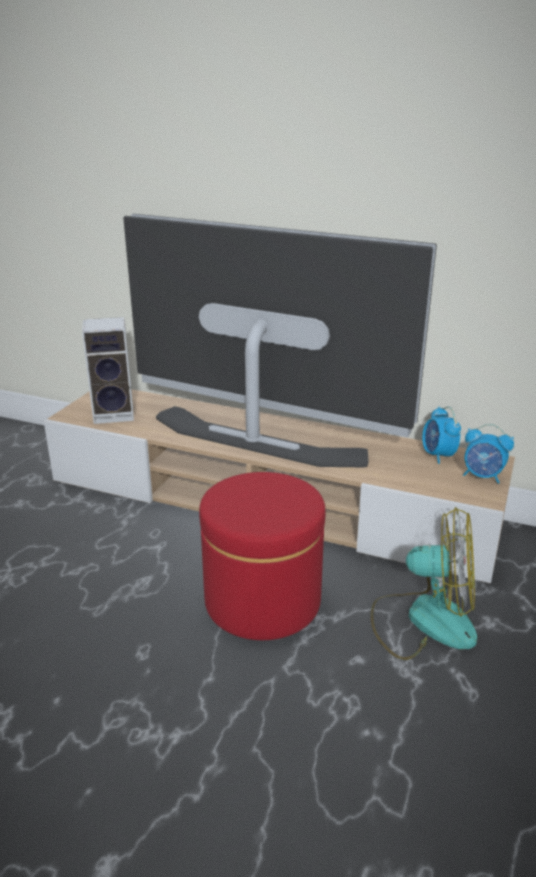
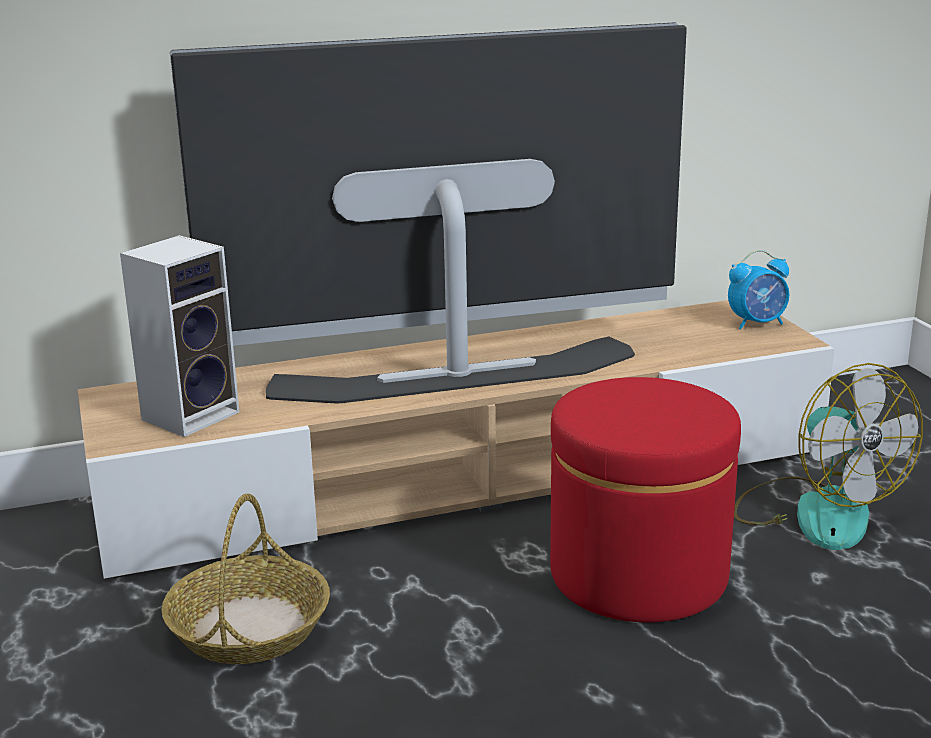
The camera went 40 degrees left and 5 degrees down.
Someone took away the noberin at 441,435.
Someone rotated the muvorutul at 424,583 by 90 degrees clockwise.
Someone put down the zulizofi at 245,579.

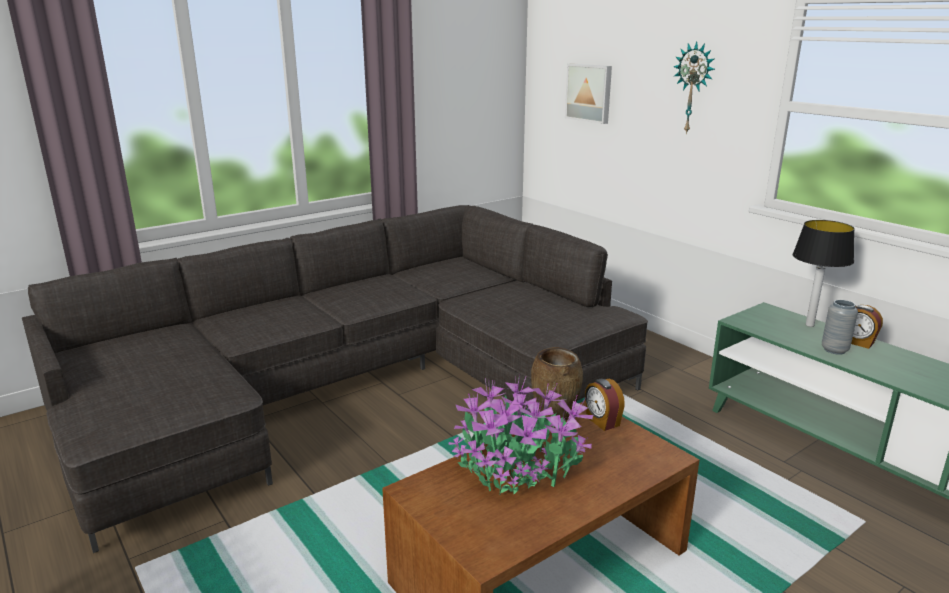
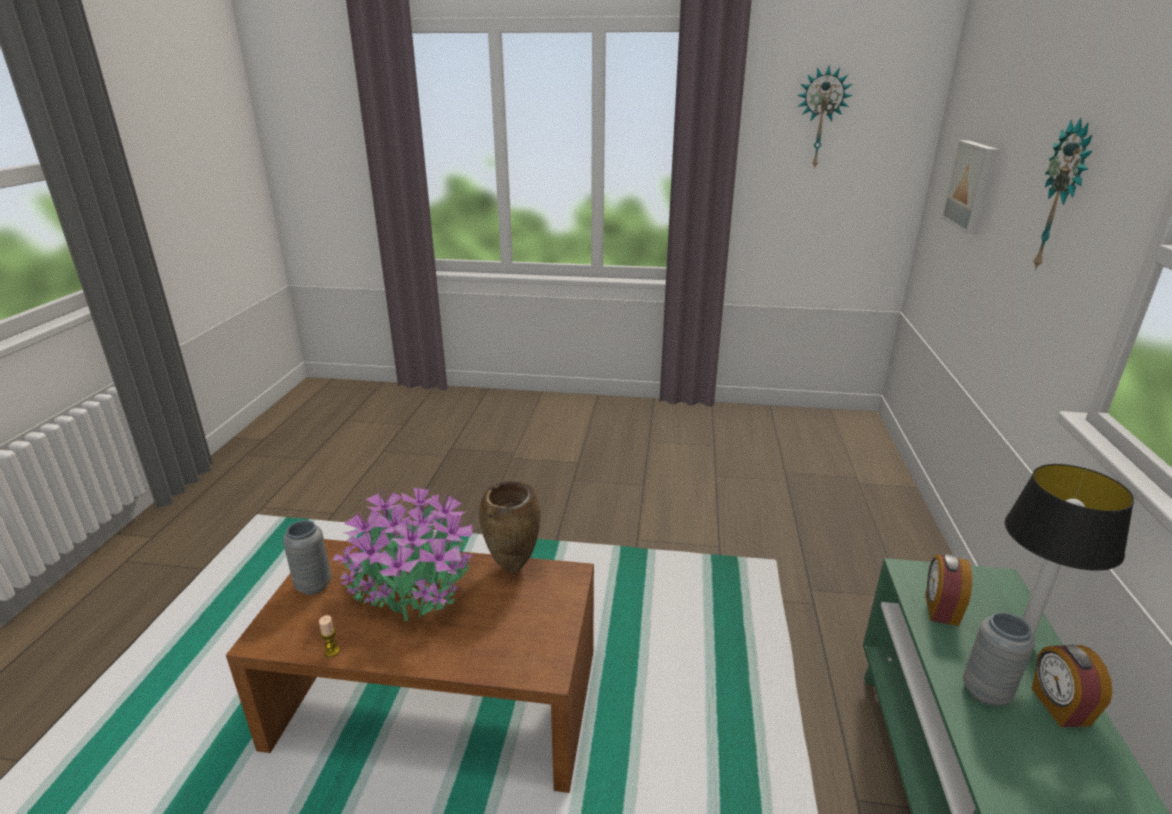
The camera went 45 degrees right and 5 degrees up.
Someone took away the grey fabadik at 335,379.
Someone carried the noberin from 605,405 to 948,590.
Someone put up the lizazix at 825,117.
Someone put down the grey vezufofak at 307,557.
Someone put down the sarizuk at 329,636.

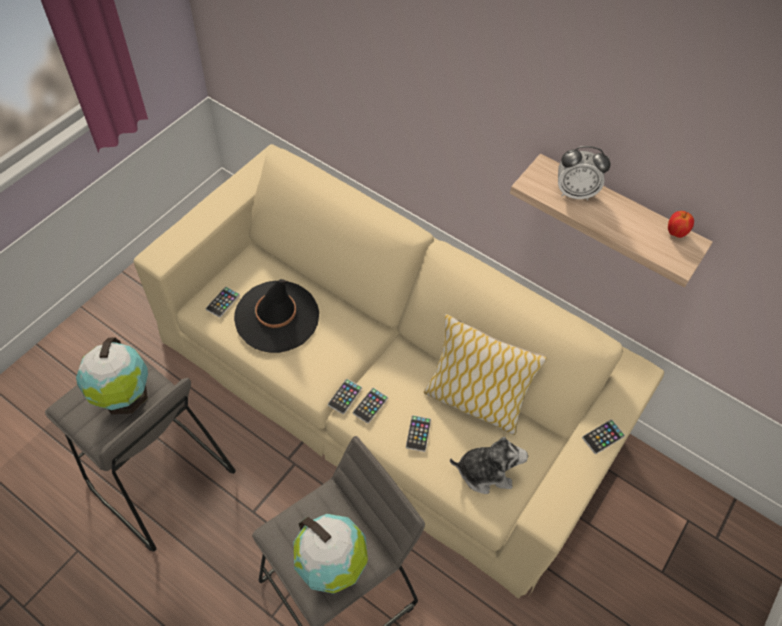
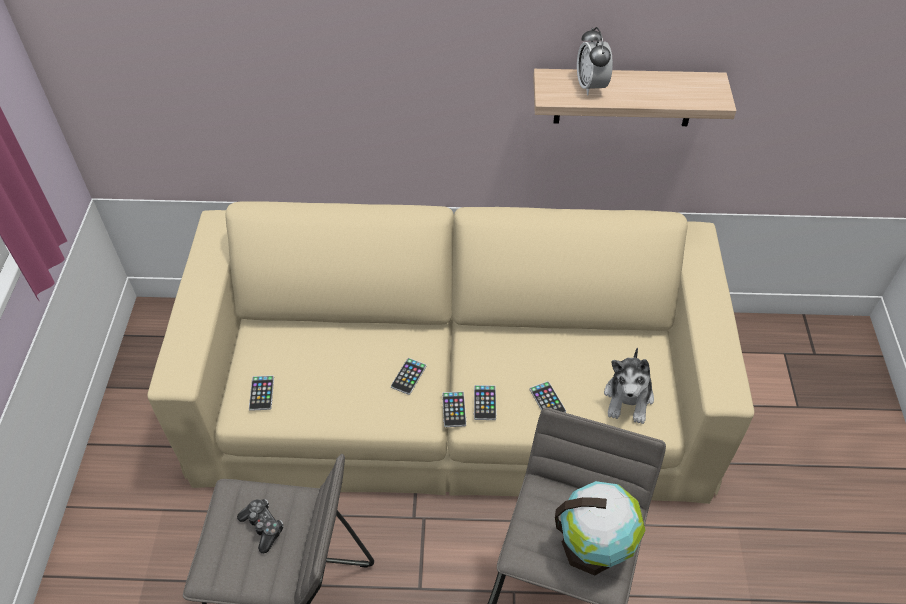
The camera went 30 degrees left and 5 degrees down.
Someone rotated the noberin at 584,173 by 105 degrees clockwise.
Someone took away the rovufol at 681,224.
Someone took away the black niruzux at 276,316.
Someone took away the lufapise at 485,374.
Someone swapped the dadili at 112,375 for the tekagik at 260,526.
Someone carried the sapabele from 603,436 to 409,376.
Someone rotated the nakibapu at 489,465 by 135 degrees clockwise.

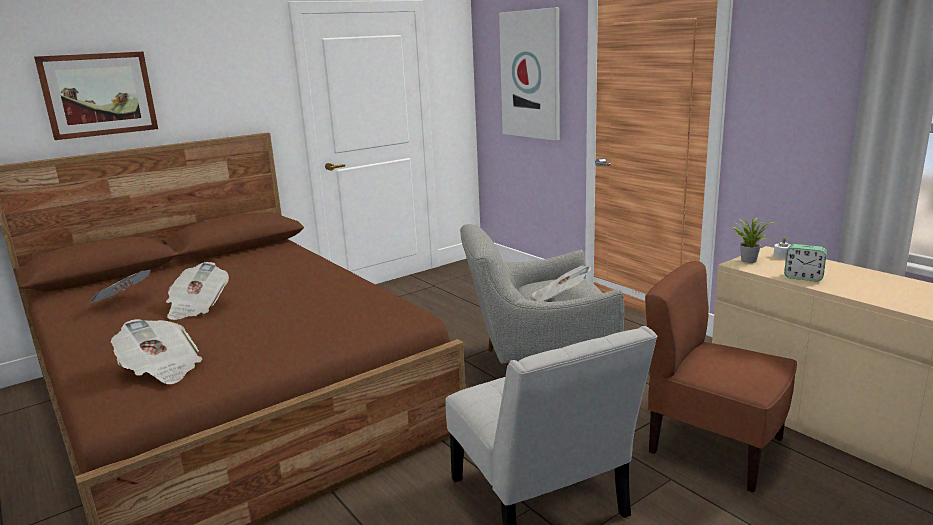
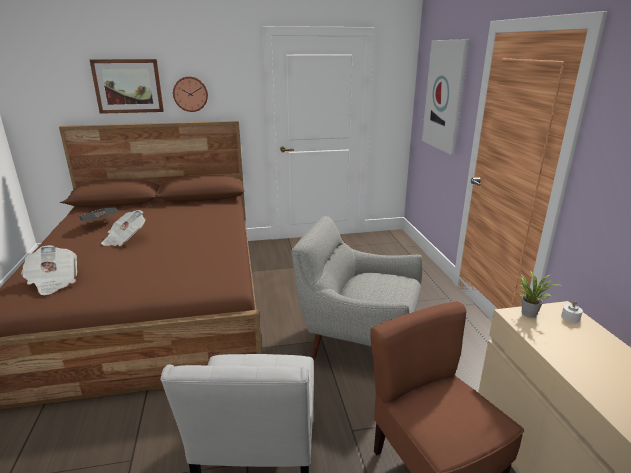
The camera went 25 degrees right and 5 degrees up.
Someone took away the noberin at 805,263.
Someone took away the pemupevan at 561,283.
Someone put up the lizazix at 190,94.

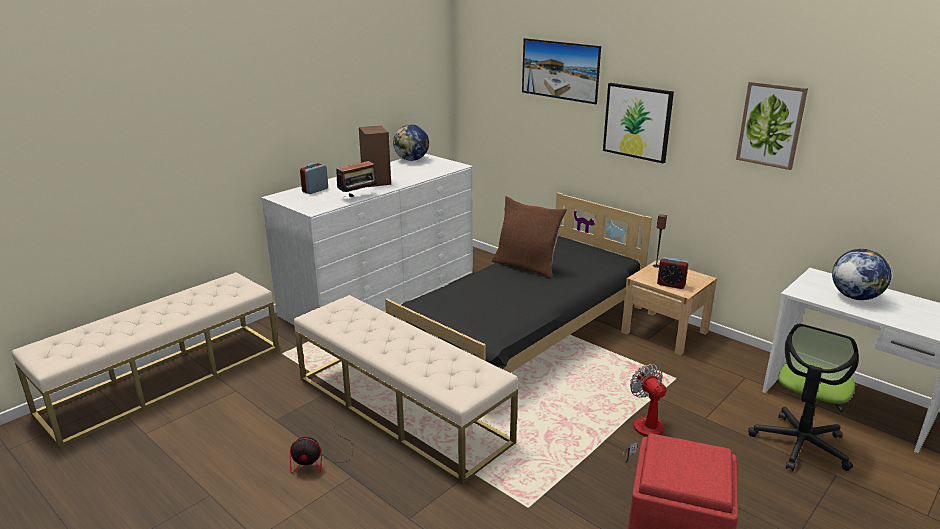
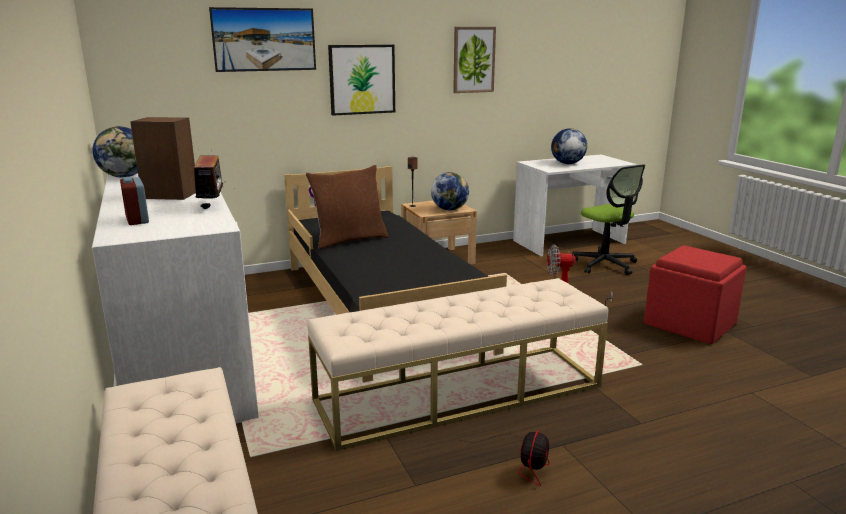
The camera went 65 degrees left and 5 degrees down.
Someone swapped the noberin at 673,273 for the dadili at 450,191.

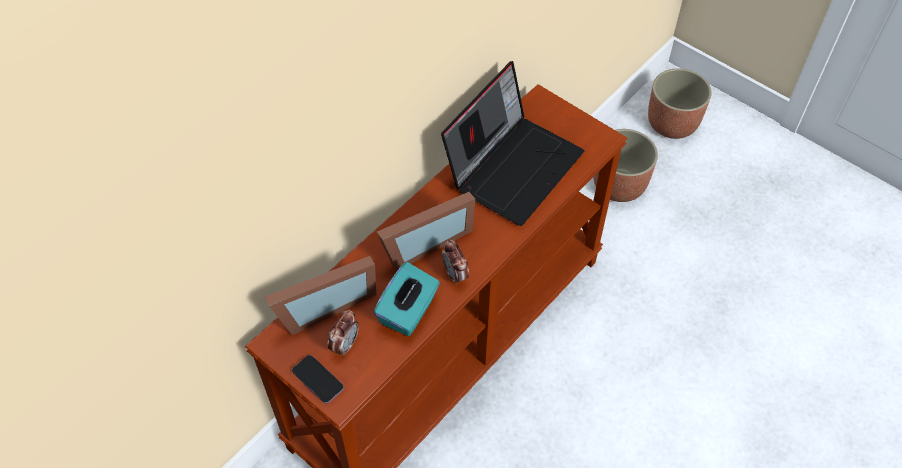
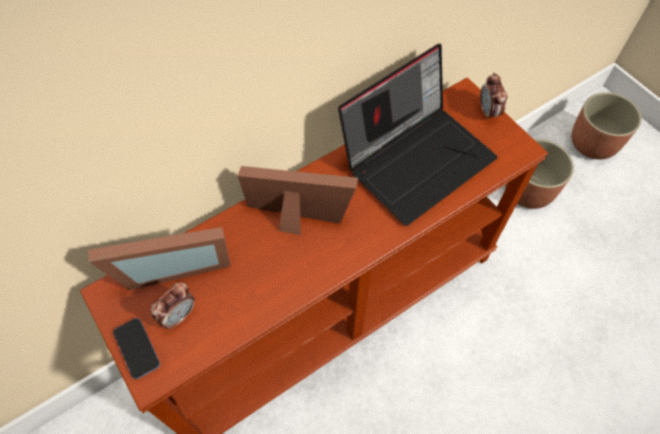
The camera went 15 degrees right and 5 degrees up.
Someone rotated the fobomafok at 426,231 by 150 degrees counterclockwise.
Someone carried the noberin from 455,262 to 493,97.
Someone took away the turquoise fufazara at 407,299.

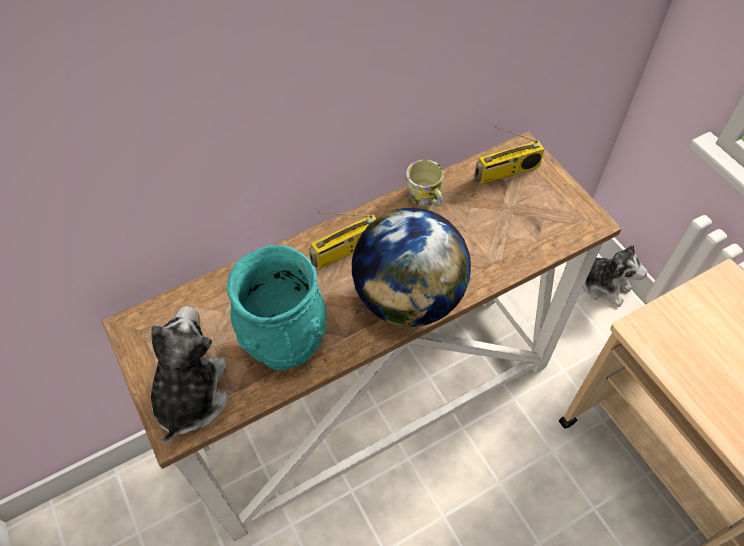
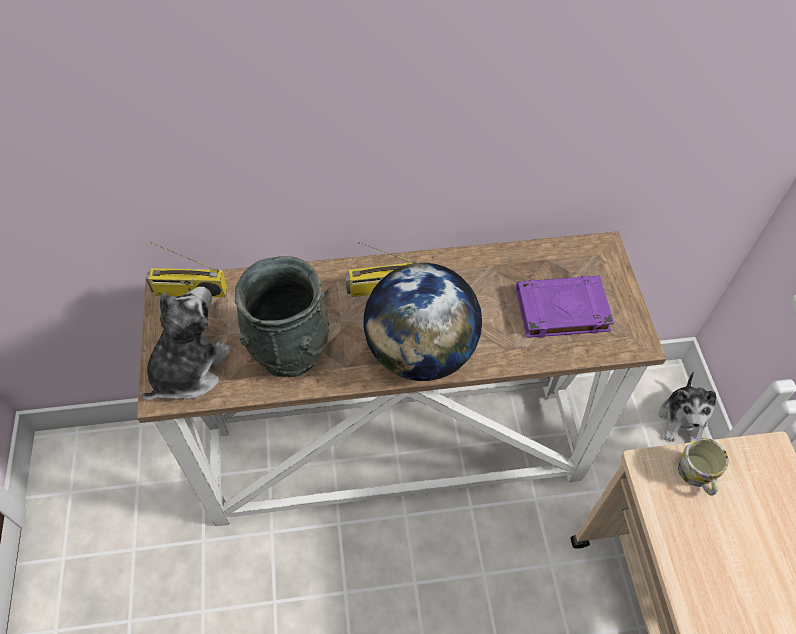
The camera went 20 degrees right and 0 degrees up.
Someone carried the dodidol from 509,155 to 186,269.
Someone carried the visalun from 425,183 to 703,466.
Someone repainted the turquoise vezufofak at 277,308, which became the grey vezufofak at 282,316.
Someone rotated the nakibapu at 615,276 by 45 degrees clockwise.
Someone put down the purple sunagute at 565,307.

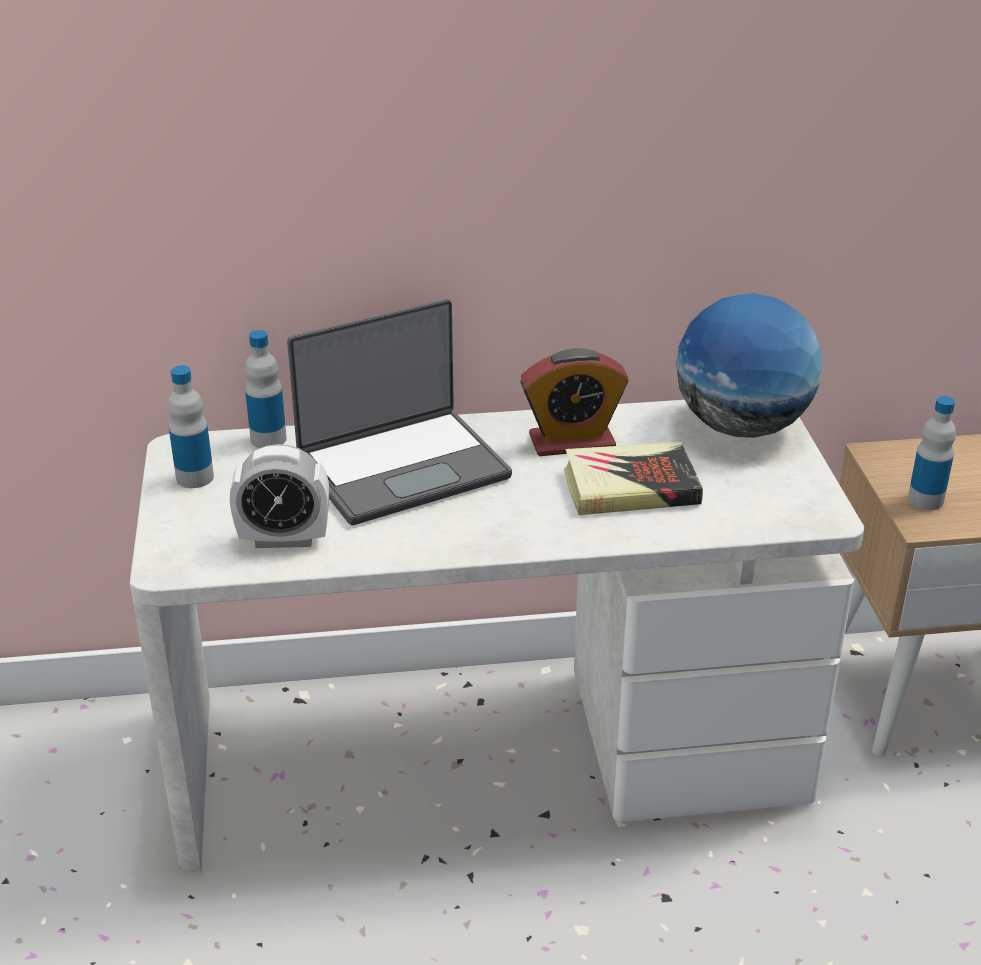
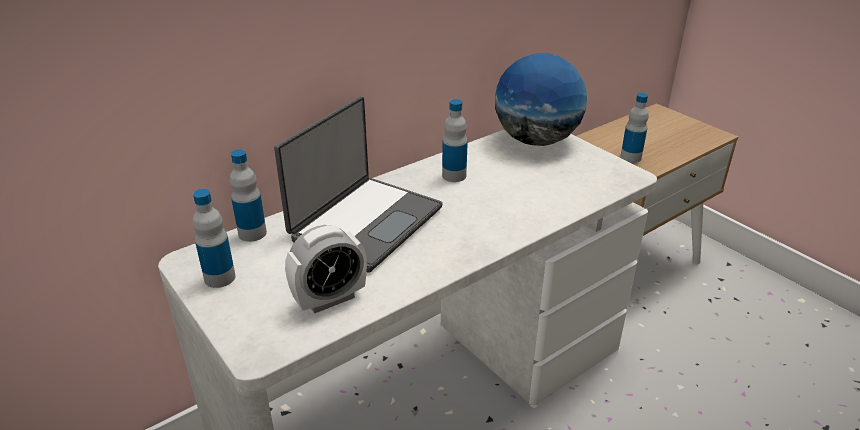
The camera went 30 degrees left and 0 degrees up.
Someone swapped the noberin at 574,402 for the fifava at 455,140.
Someone took away the sunagute at 633,478.

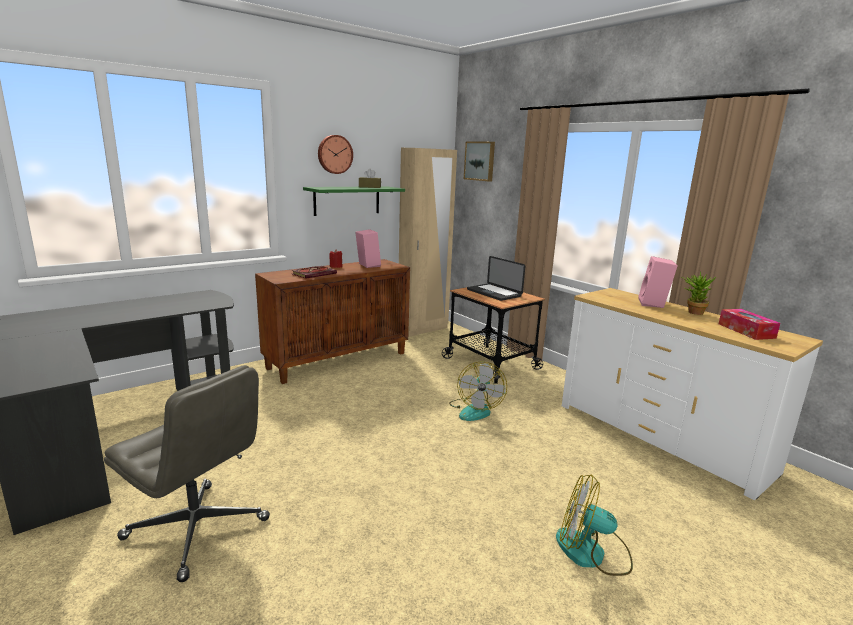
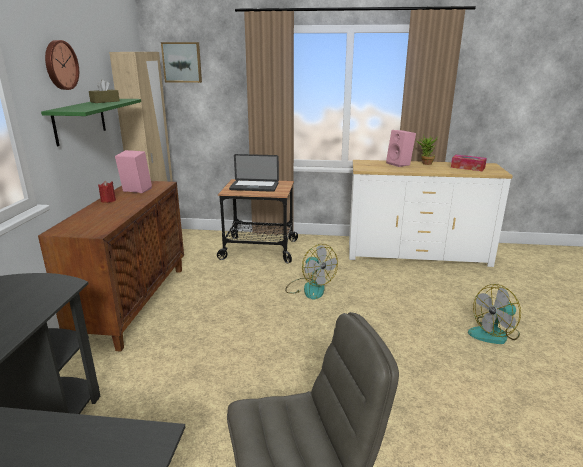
The camera went 45 degrees left and 5 degrees up.
Someone took away the sunagute at 314,272.

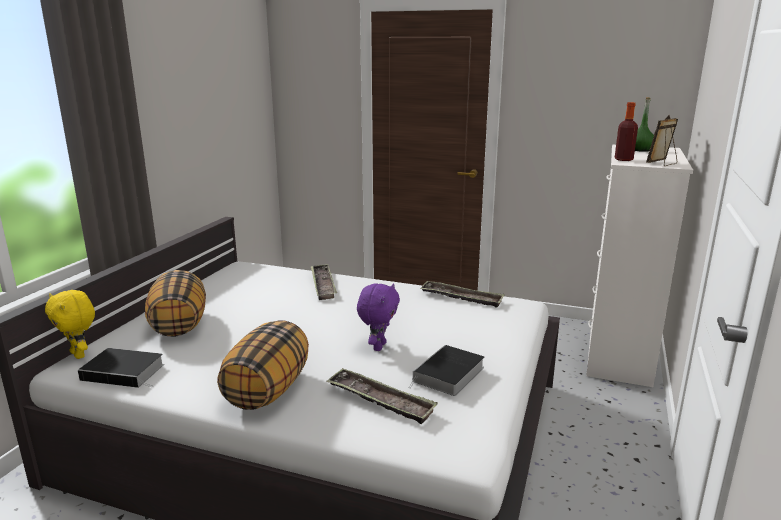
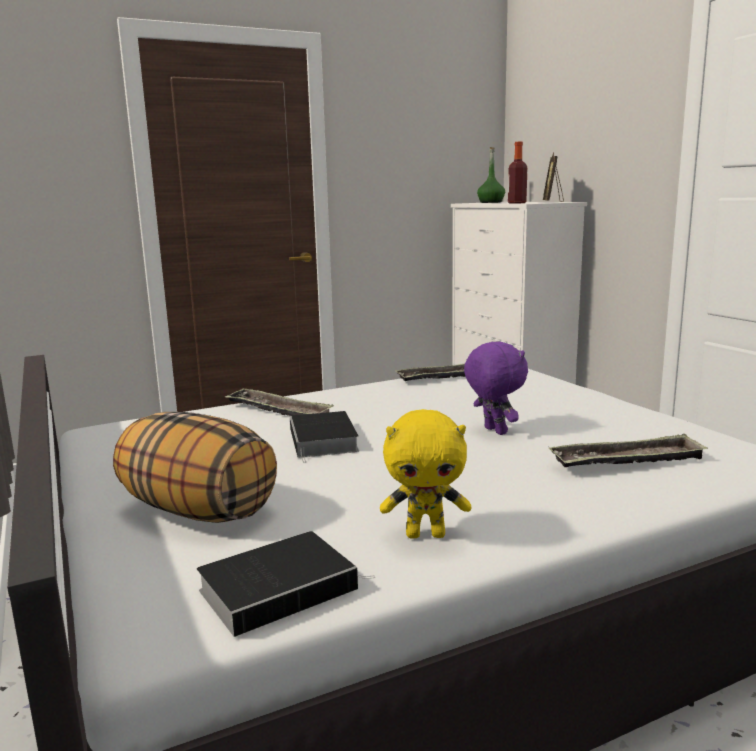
The camera went 45 degrees left and 5 degrees down.
Someone carried the yellow nakibapu from 70,324 to 426,474.
Someone took away the lufapise at 263,365.
Someone carried the sunagute from 447,370 to 324,437.

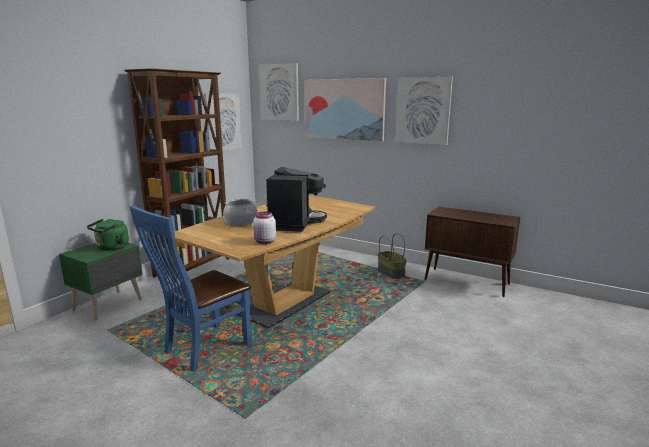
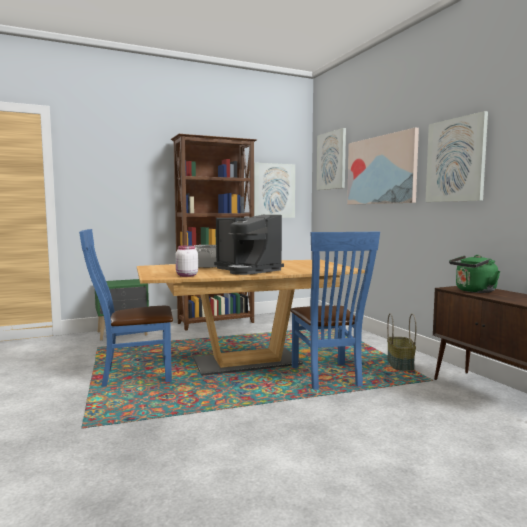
The camera went 35 degrees right and 10 degrees down.
Someone rotated the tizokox at 296,199 by 90 degrees clockwise.
Someone carried the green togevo from 108,234 to 474,274.
Someone put down the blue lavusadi at 335,311.

